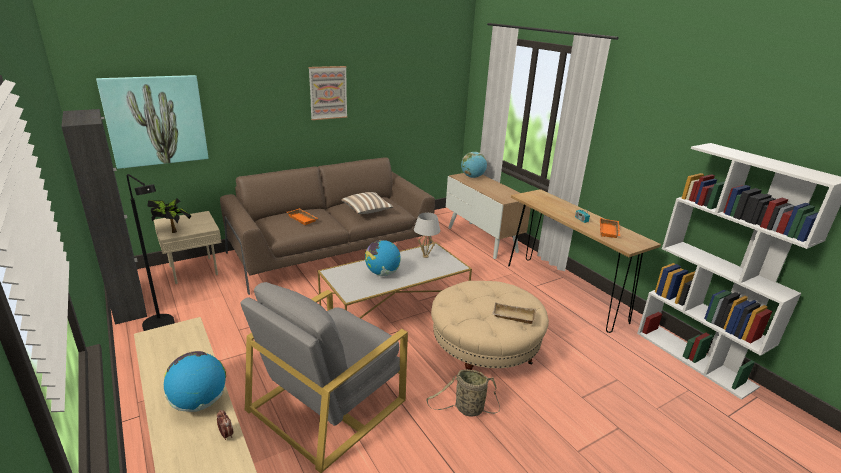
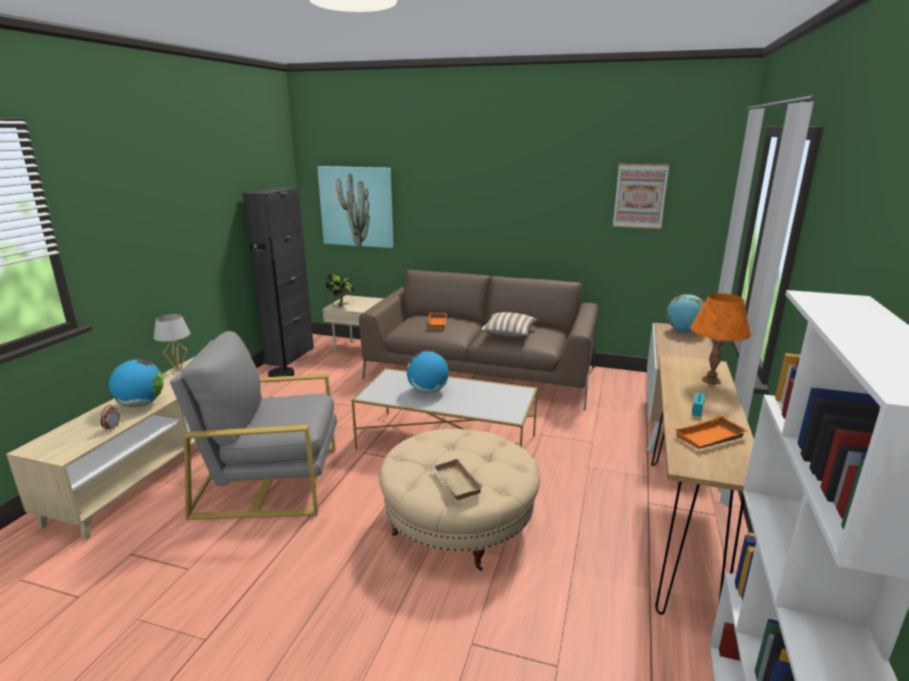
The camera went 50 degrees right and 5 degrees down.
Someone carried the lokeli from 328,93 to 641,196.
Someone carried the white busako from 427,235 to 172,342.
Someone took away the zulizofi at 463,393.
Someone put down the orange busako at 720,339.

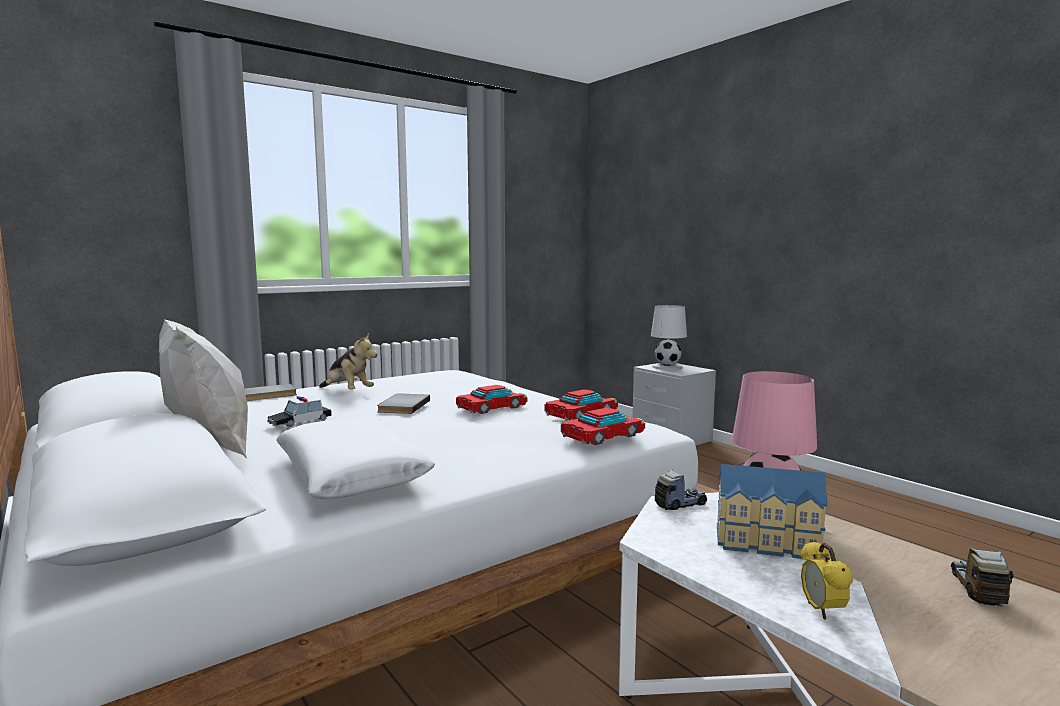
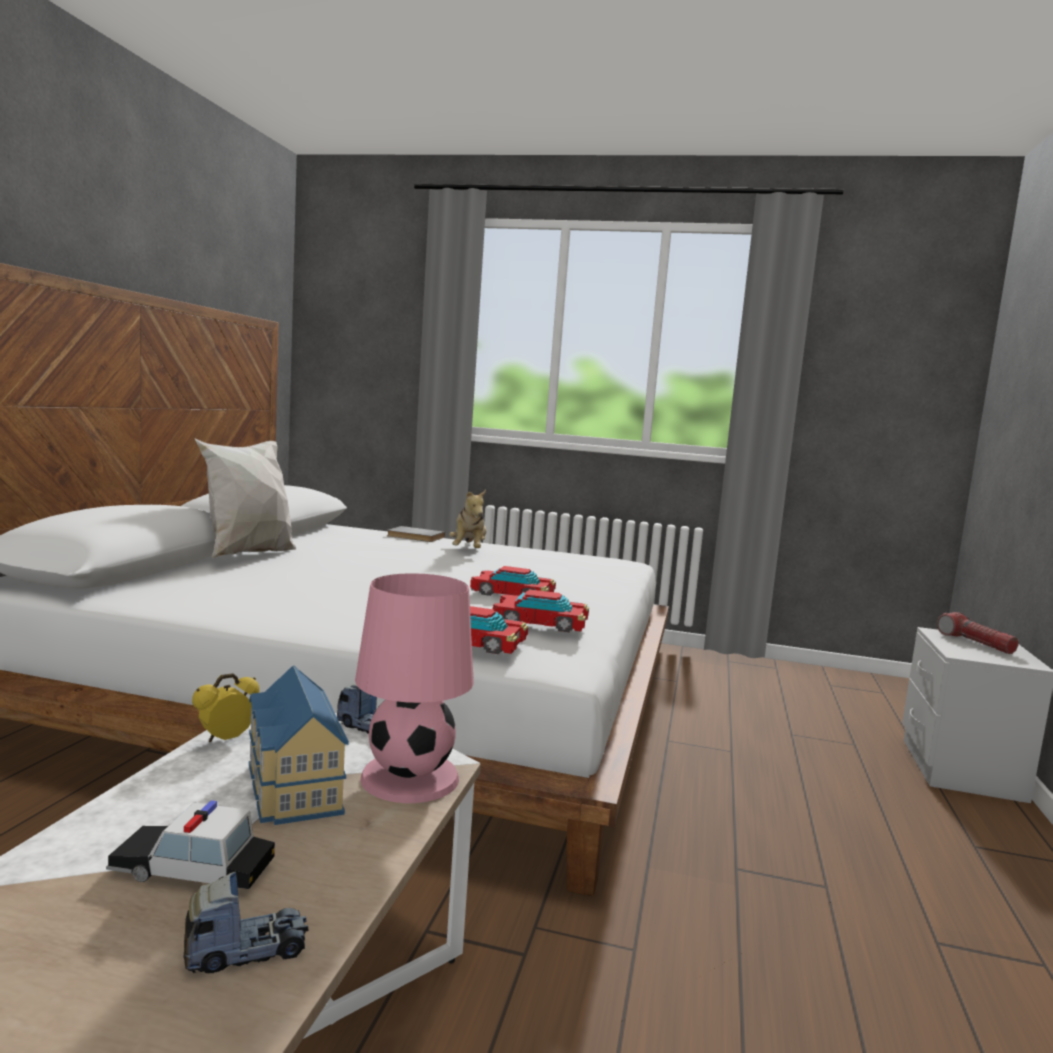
The camera went 50 degrees right and 0 degrees up.
Someone swapped the white busako at 669,337 for the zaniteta at 978,633.
Someone took away the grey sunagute at 403,403.
Someone carried the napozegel from 299,411 to 190,844.
Someone took away the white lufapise at 355,458.
Someone carried the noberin from 827,580 to 226,707.

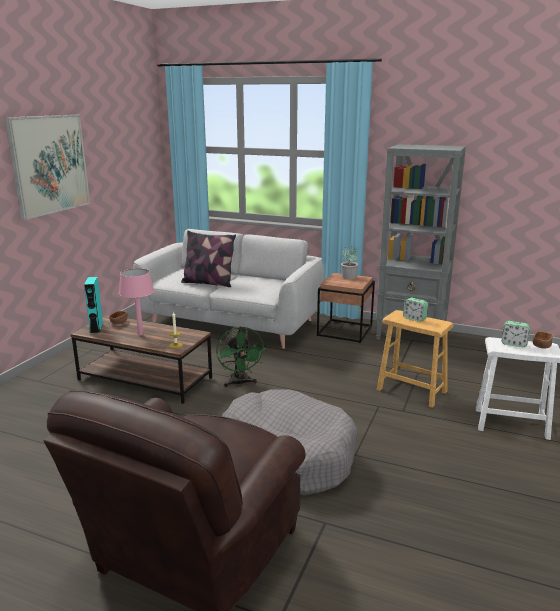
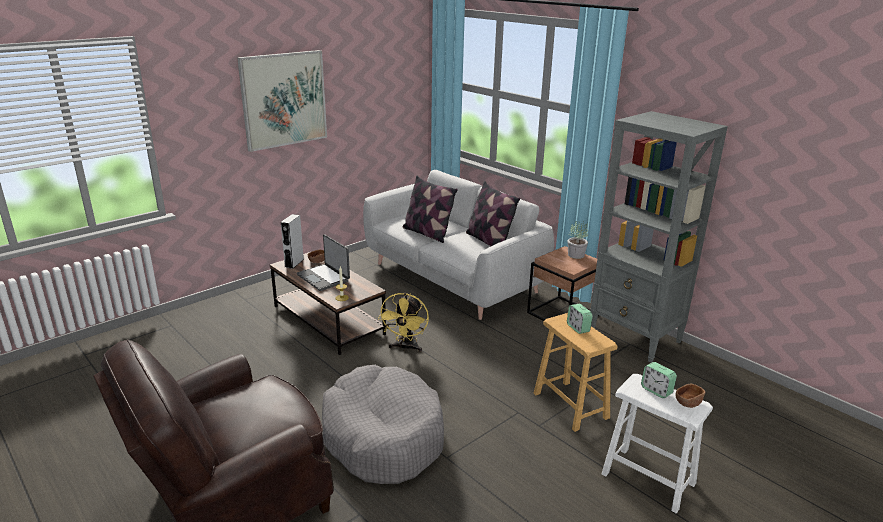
The camera went 25 degrees right and 5 degrees up.
Someone swapped the pink busako at 136,301 for the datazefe at 323,262.
Someone repainted the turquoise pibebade at 93,305, which became the grey pibebade at 292,241.
Someone repainted the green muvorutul at 241,357, which became the yellow muvorutul at 403,322.
Someone put down the lufapise at 493,213.

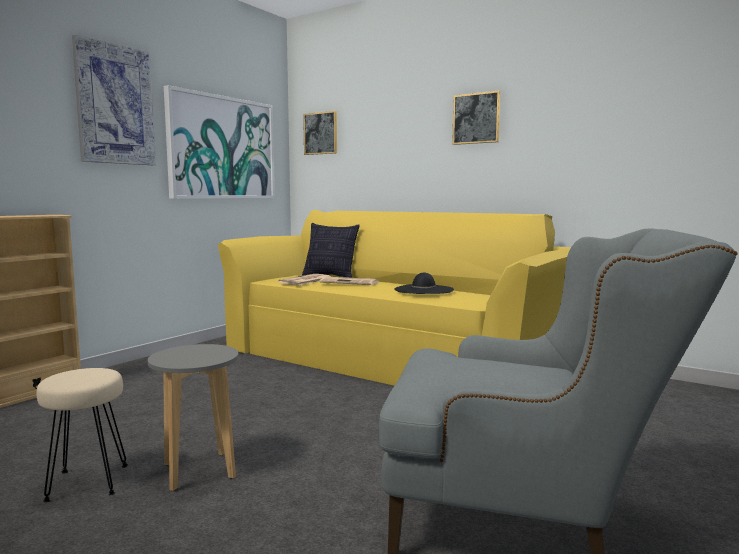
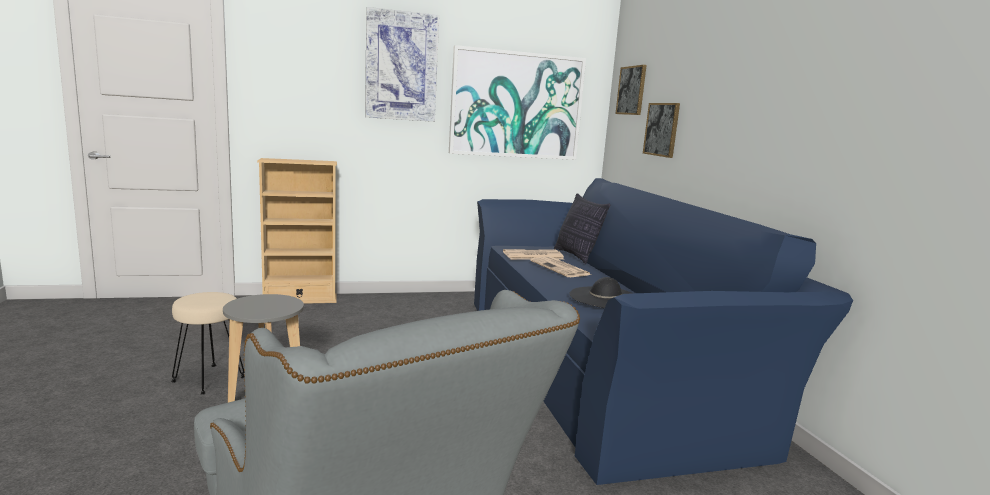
The camera went 40 degrees right and 5 degrees up.
Someone carried the lokeli from 476,118 to 661,130.
Someone repainted the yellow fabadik at 394,298, which became the blue fabadik at 663,331.

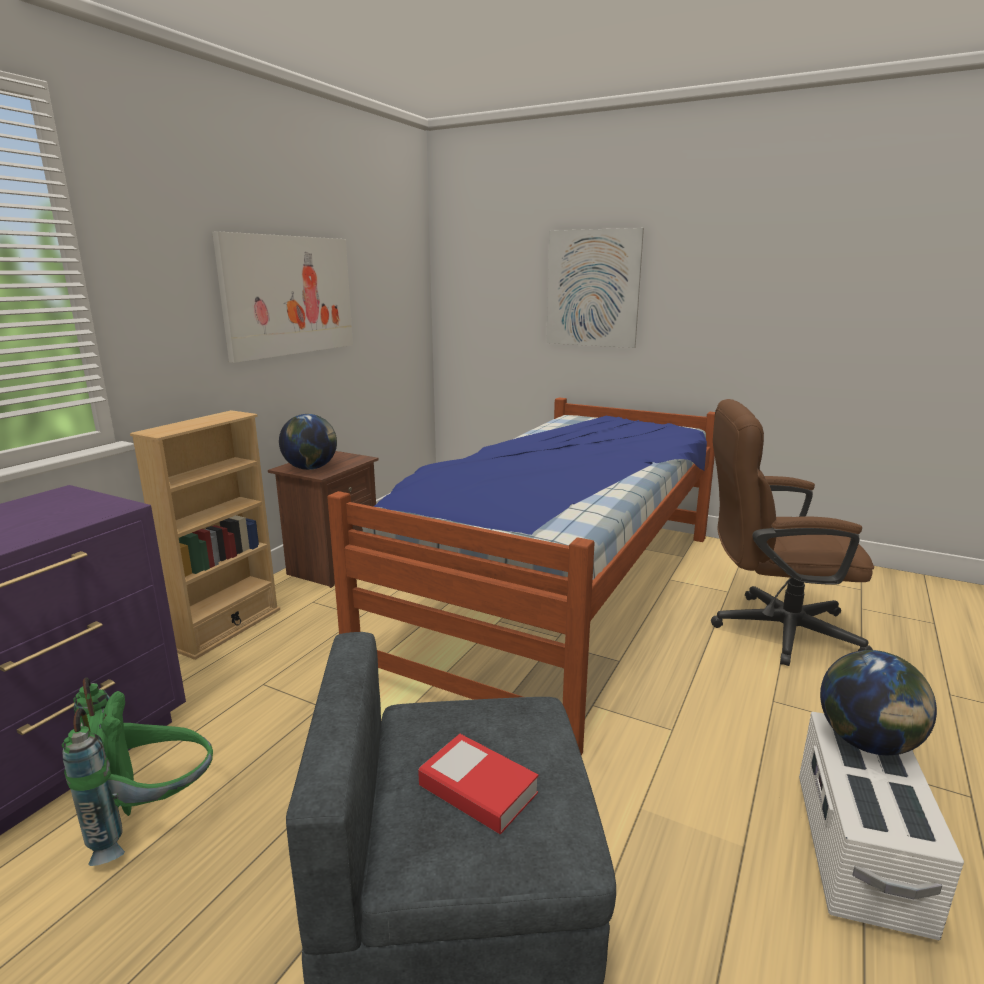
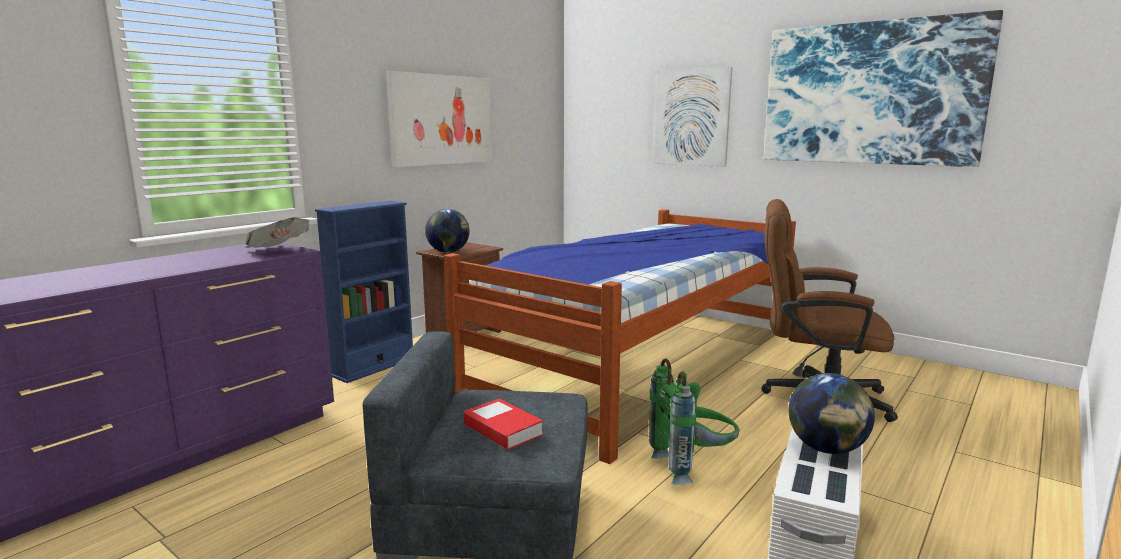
The camera went 10 degrees right and 5 degrees down.
Someone repainted the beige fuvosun at 205,535, which became the blue fuvosun at 364,292.
Someone carried the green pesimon from 137,771 to 694,422.
Someone put up the lokeli at 883,88.
Someone put down the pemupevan at 277,232.

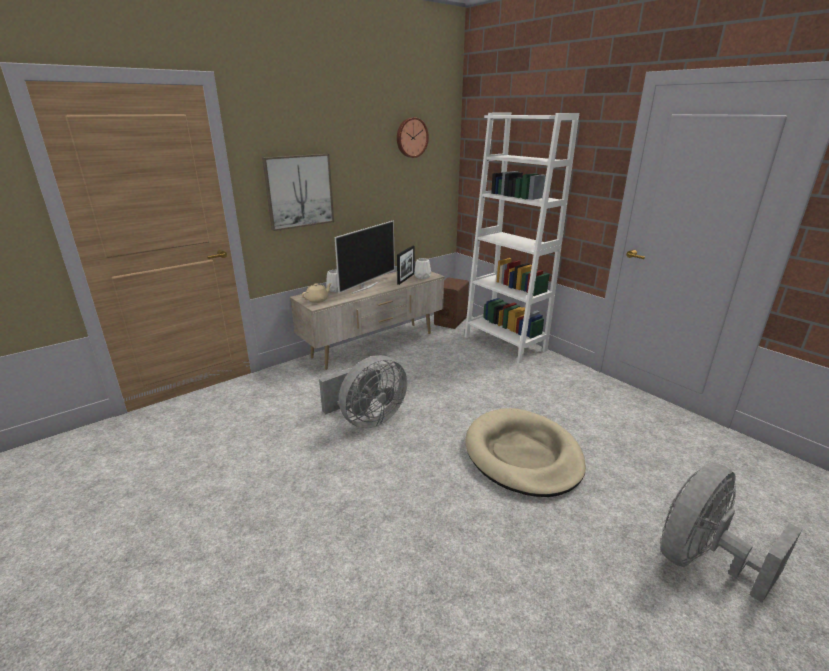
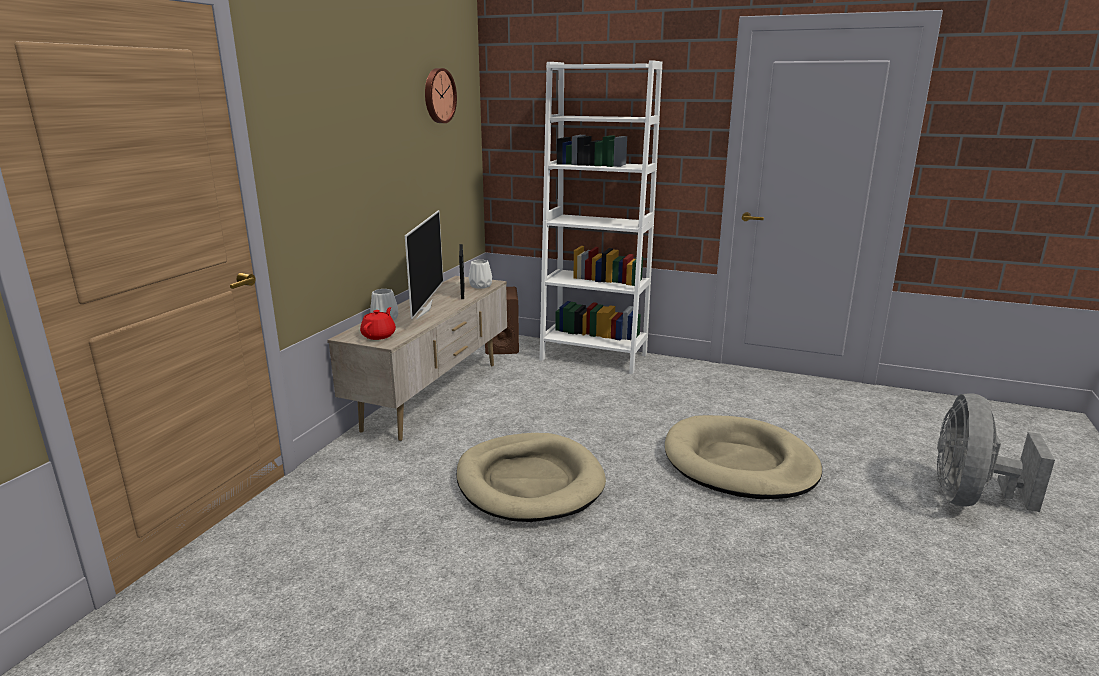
The camera went 30 degrees left and 5 degrees down.
Someone took away the lokeli at 298,192.
Someone repainted the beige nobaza at 317,293, which became the red nobaza at 378,323.
Someone swapped the grey muvorutul at 363,391 for the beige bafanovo at 531,477.

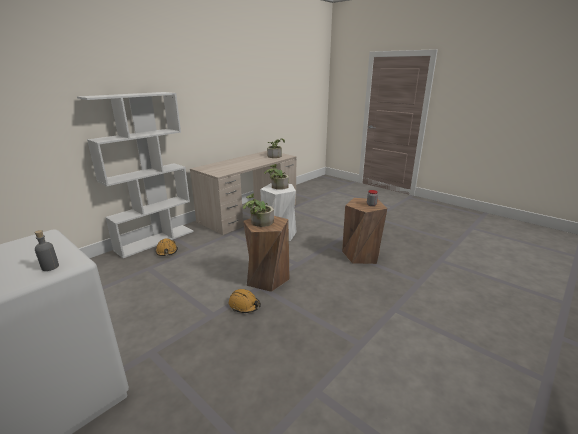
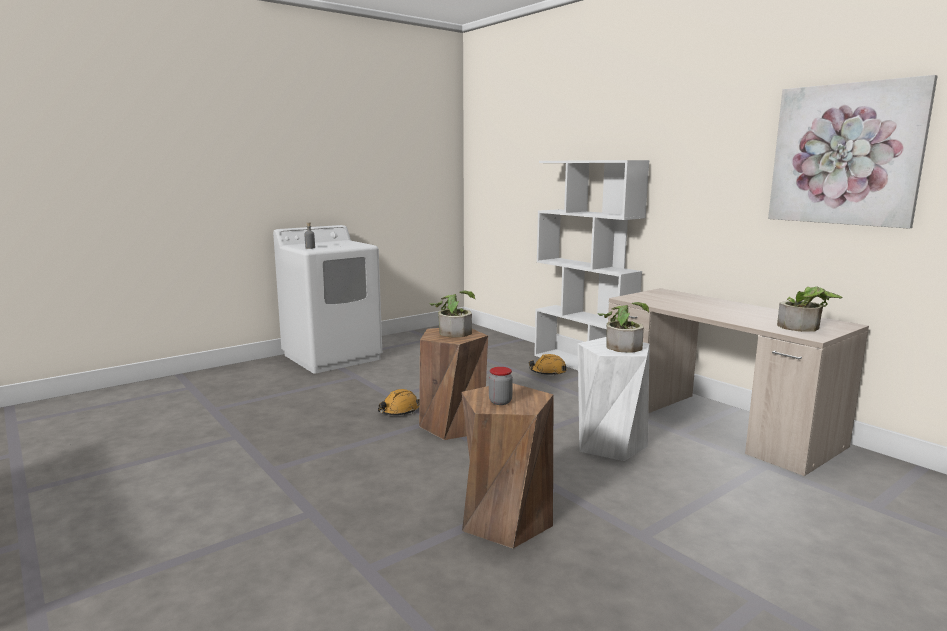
The camera went 100 degrees right and 10 degrees down.
Someone put up the lokeli at 853,152.

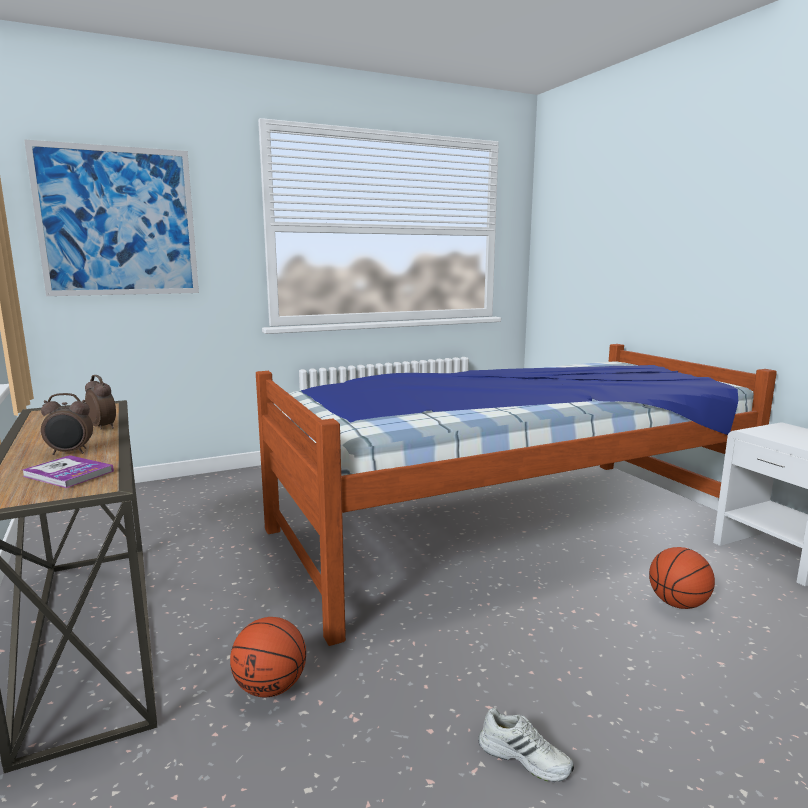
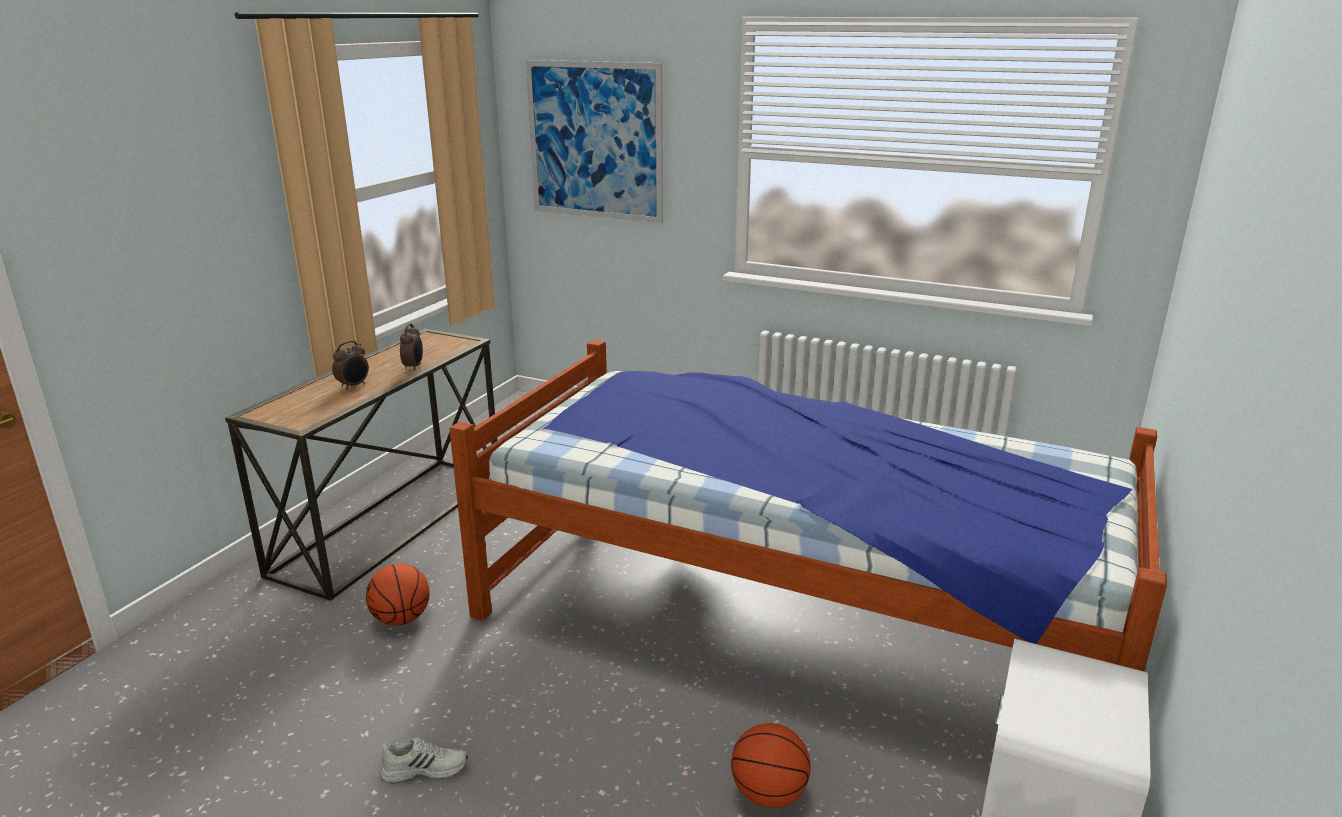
The camera went 50 degrees right and 10 degrees up.
Someone rotated the noberin at 67,424 by 90 degrees counterclockwise.
Someone took away the sunagute at 68,471.
Someone rotated the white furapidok at 526,745 by 90 degrees counterclockwise.

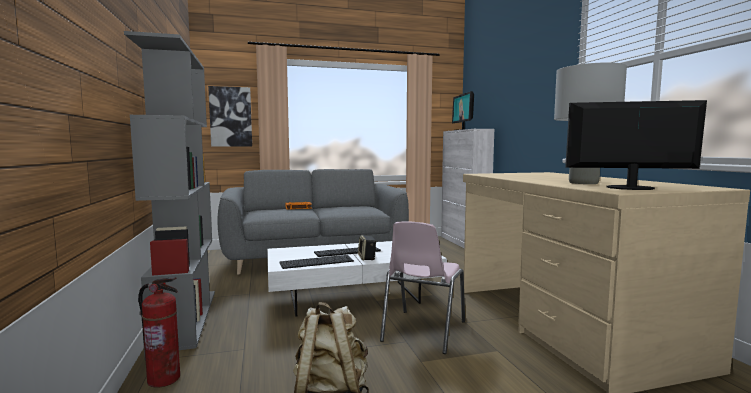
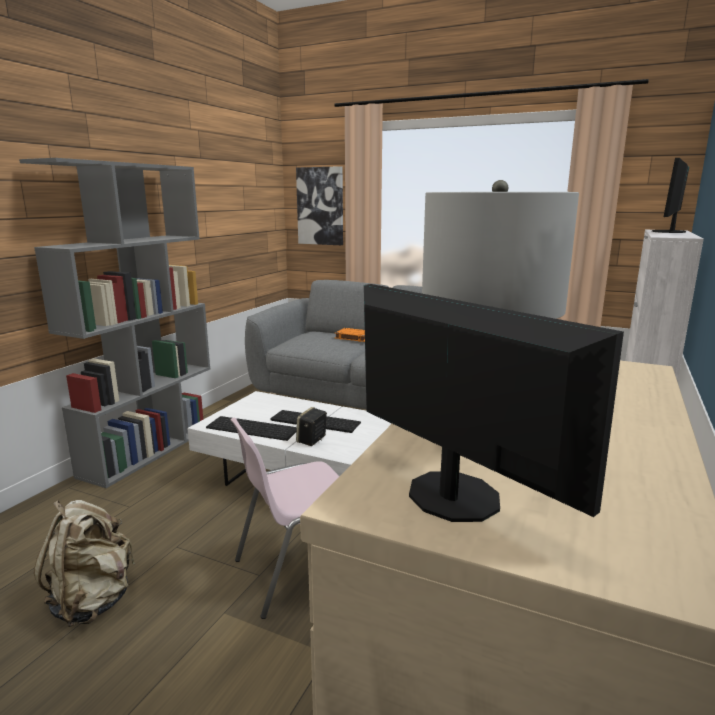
The camera went 40 degrees right and 10 degrees up.
Someone took away the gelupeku at 159,332.

